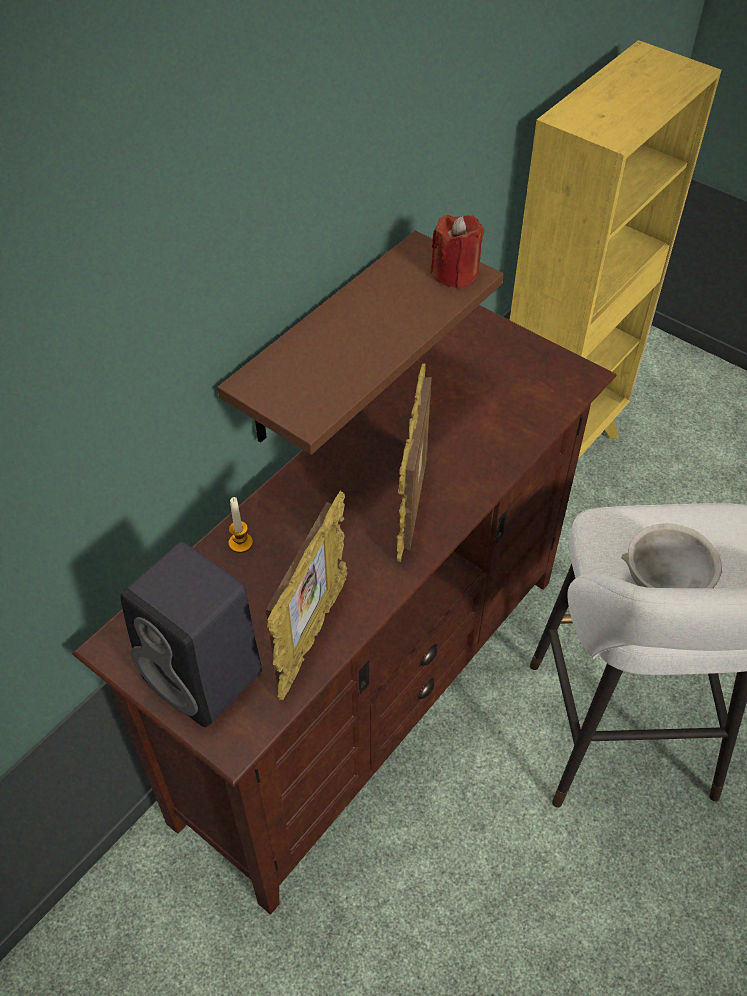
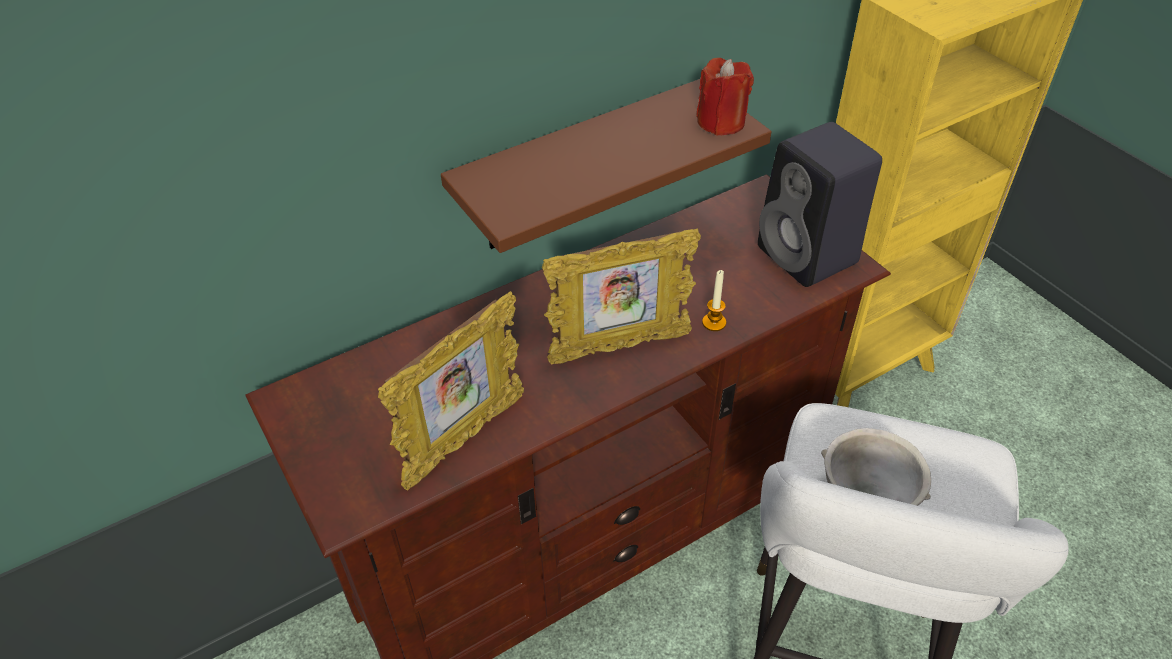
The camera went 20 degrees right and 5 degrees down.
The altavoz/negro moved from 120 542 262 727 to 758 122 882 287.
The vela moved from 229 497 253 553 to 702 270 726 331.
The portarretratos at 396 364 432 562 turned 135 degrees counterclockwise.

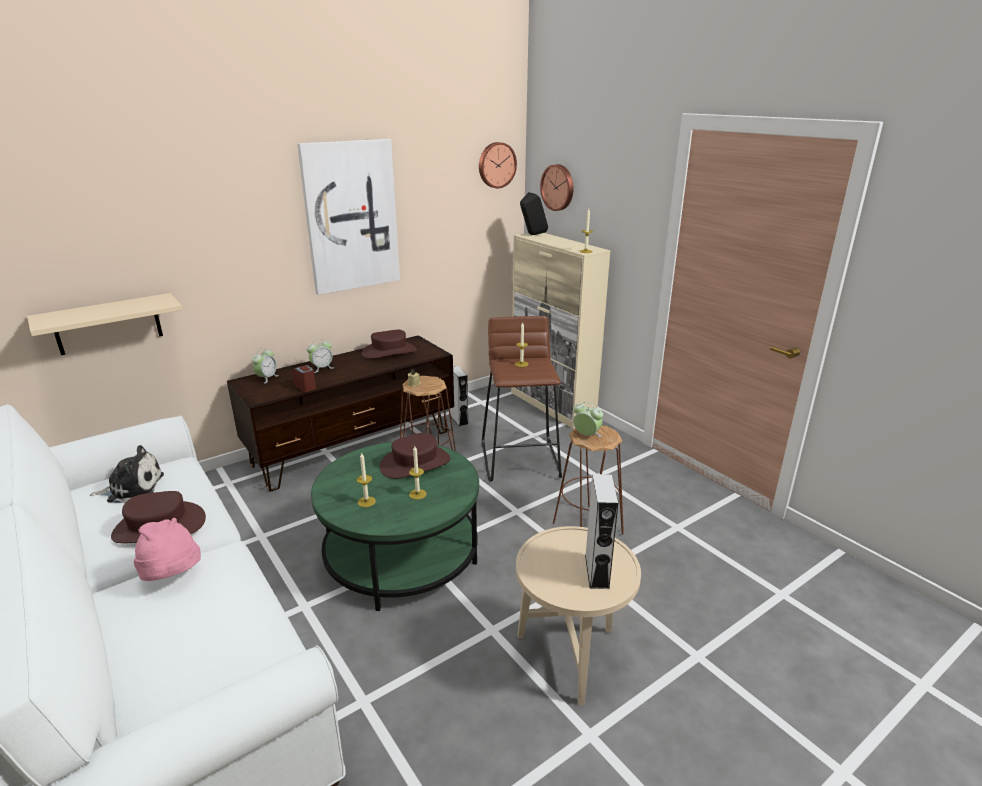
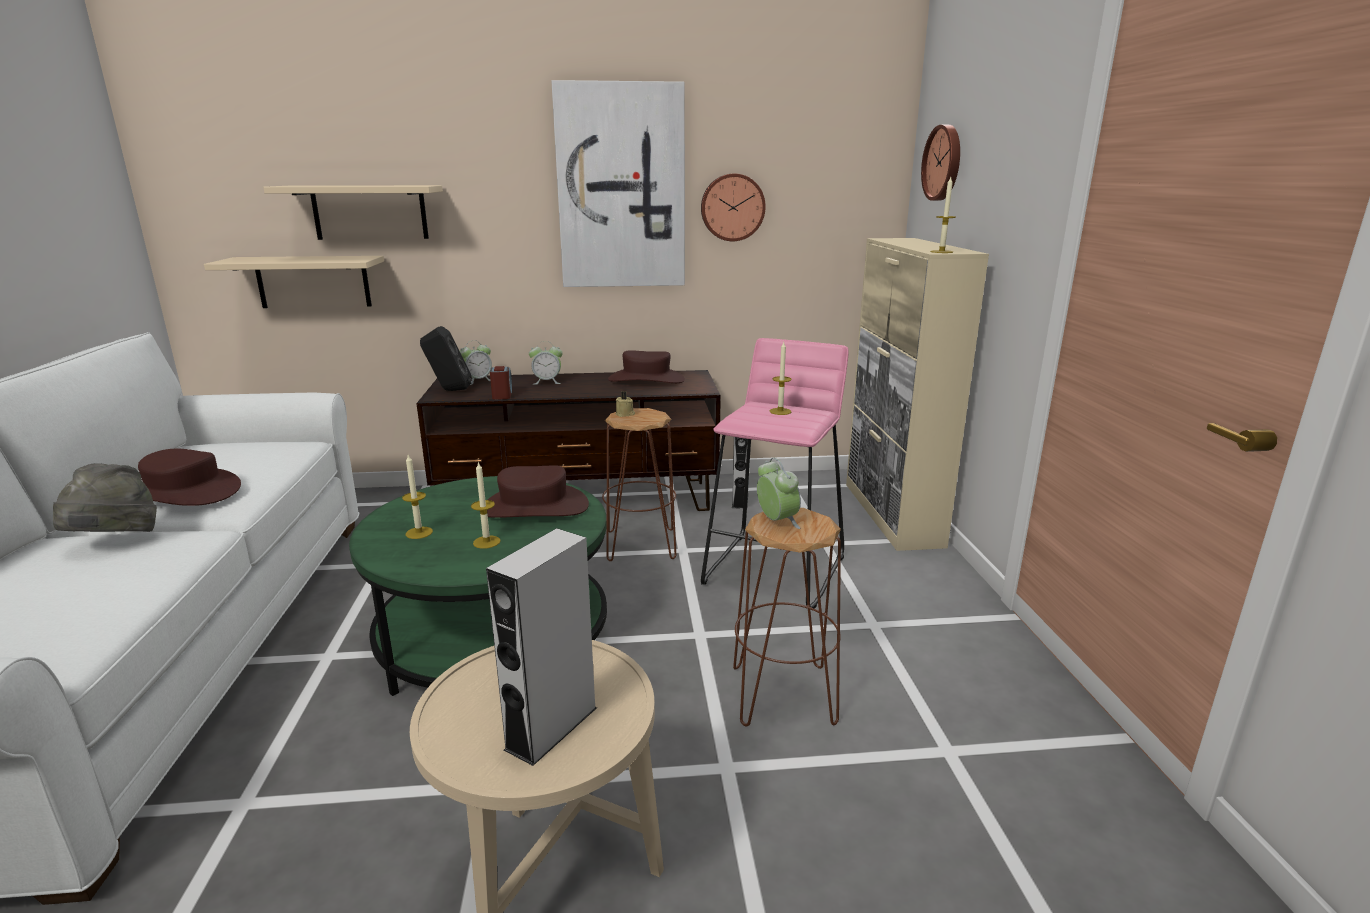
The camera went 30 degrees right and 5 degrees down.
The peluche at 90 445 164 503 disappeared.
The estante/beis at 263 185 443 240 appeared.
The reloj de pared moved from 479 142 517 188 to 701 174 766 241.
The altavoz/negro moved from 520 192 548 235 to 420 326 472 391.
The sombrero/rosa at 134 518 201 581 became the sombrero/gris at 53 463 157 532.
The taburete/marrón at 482 316 562 482 became the taburete/rosa at 701 338 849 609.

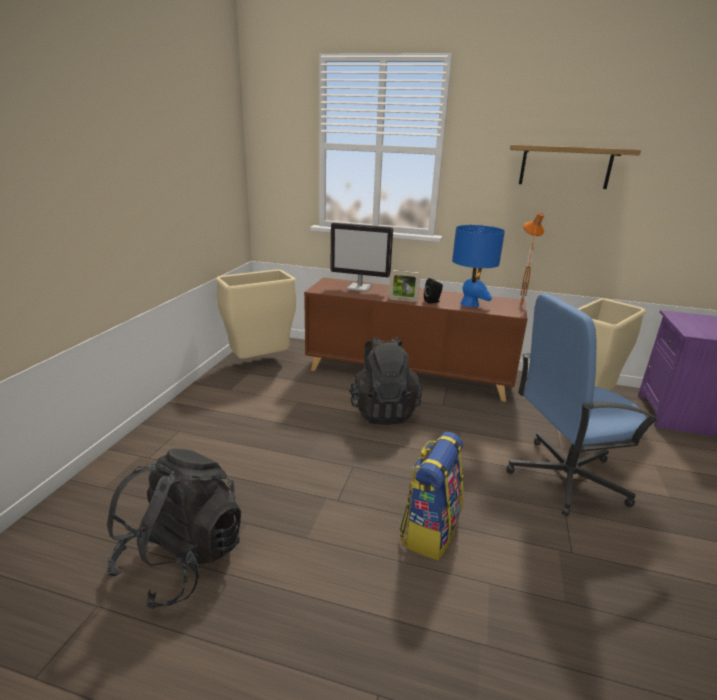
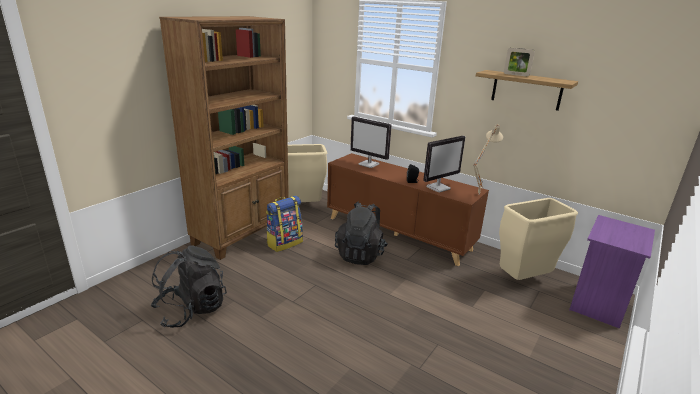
The camera went 20 degrees right and 0 degrees up.
The silla de oficina/azul at 506 294 659 517 disappeared.
The estantería/marrón at 159 16 289 260 appeared.
The portarretratos moved from 388 270 420 302 to 504 48 535 77.
The mochila moved from 400 432 464 560 to 266 196 303 252.
The lámpara de mesa/azul at 452 225 505 307 was replaced by the monitor at 423 136 465 192.
The lámpara de mesa/naranja at 521 212 544 306 became the lámpara de mesa/beis at 473 124 503 194.

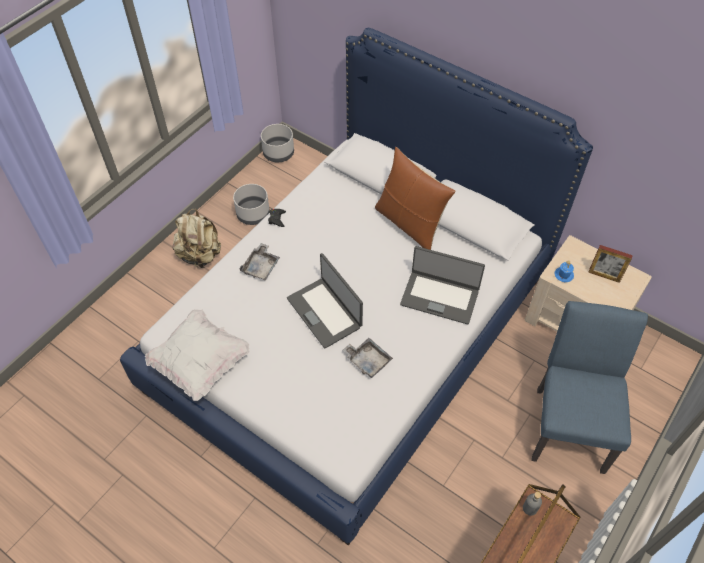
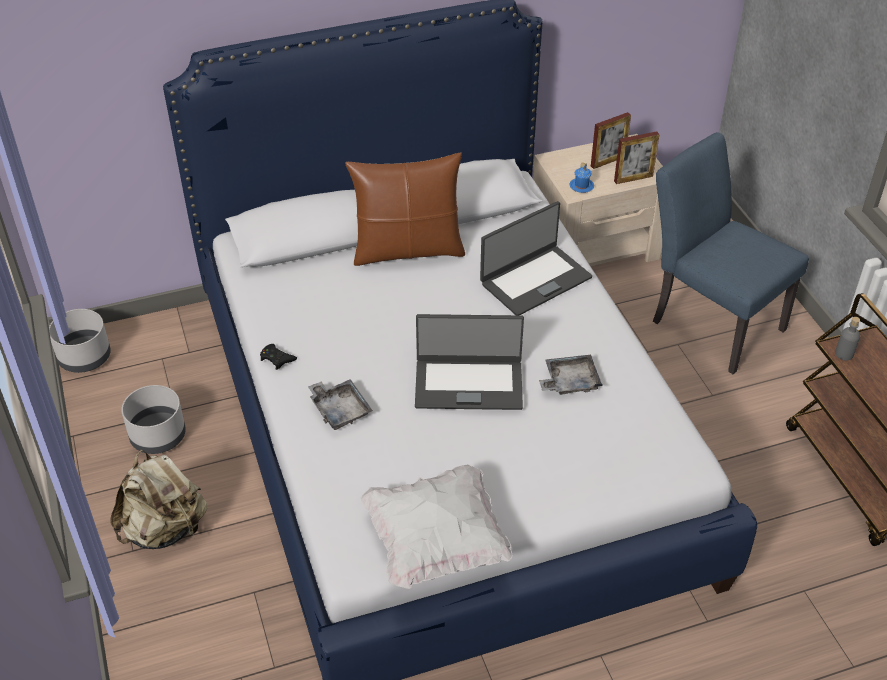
The camera went 55 degrees left and 10 degrees down.
The portarretratos at 614 131 660 184 appeared.

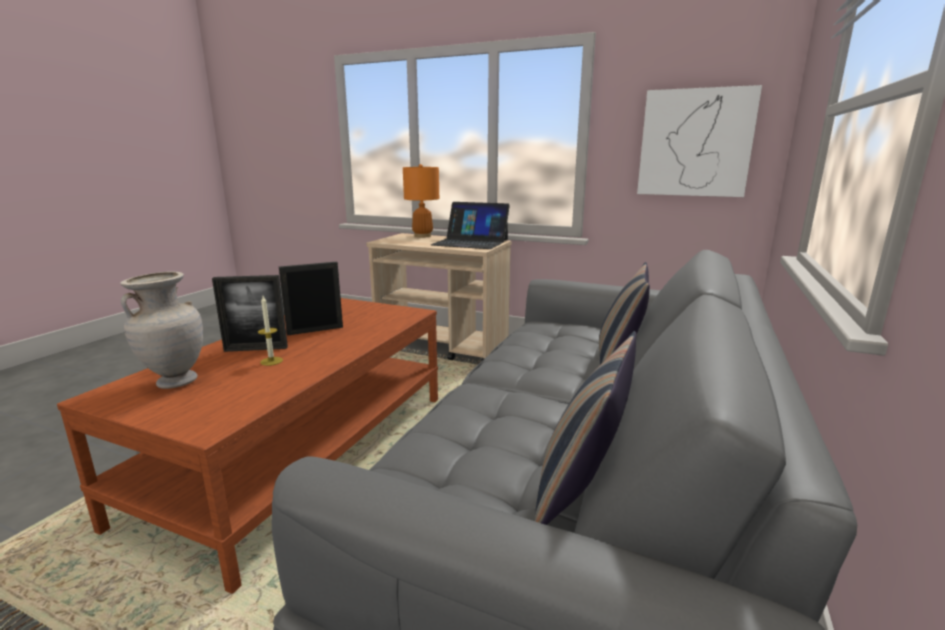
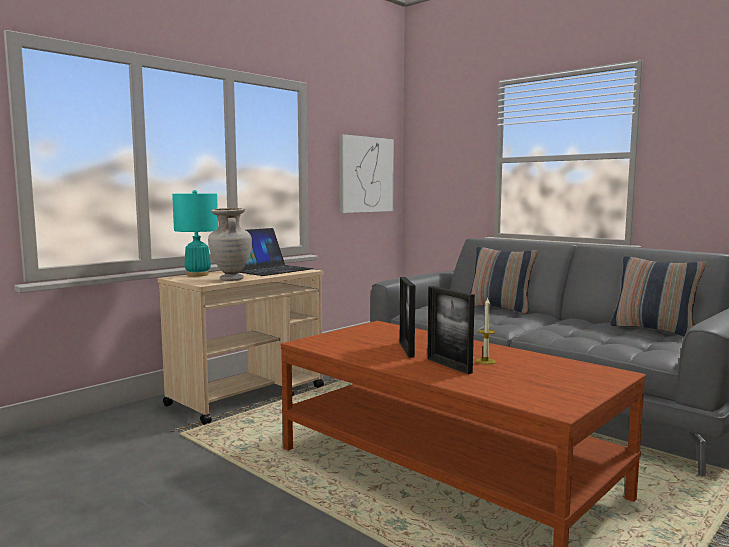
The camera went 70 degrees left and 10 degrees down.
The florero/beis moved from 120 272 203 389 to 208 208 252 281.
The lámpara de mesa/naranja at 403 164 439 237 became the lámpara de mesa/turquesa at 172 190 218 276.
The portarretratos at 212 275 288 352 turned 135 degrees clockwise.

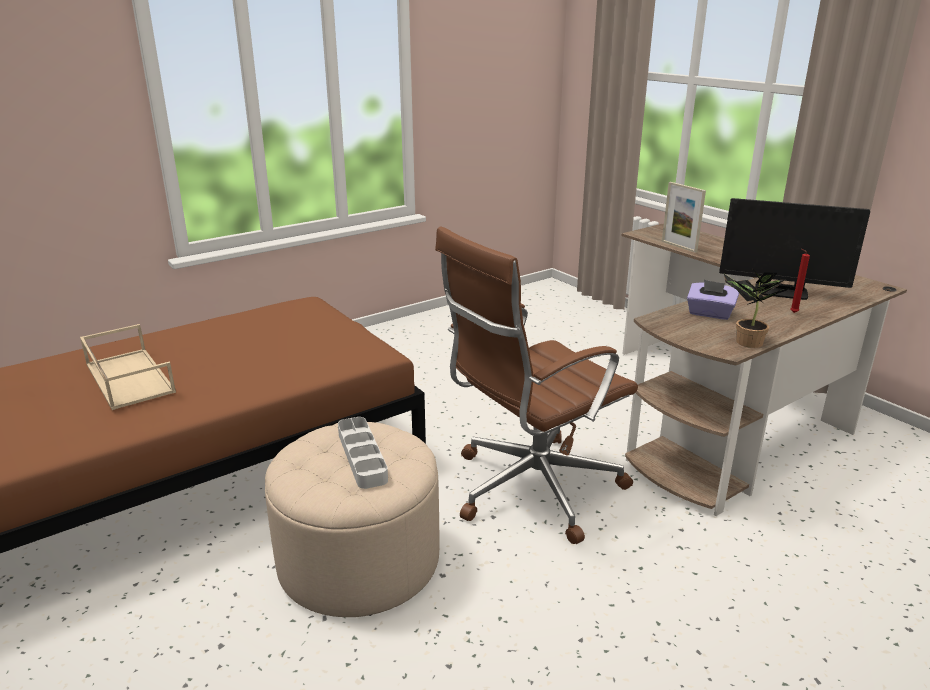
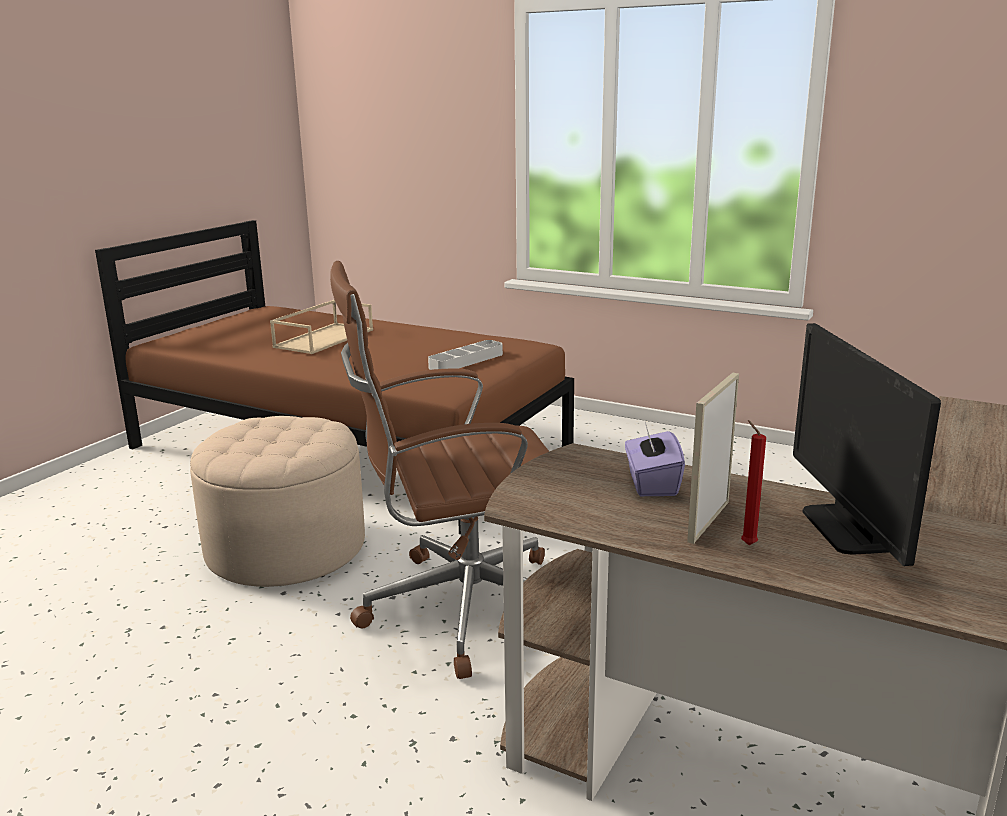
The camera went 65 degrees right and 5 degrees down.
The planta en maceta at 724 268 792 348 disappeared.
The bandeja/gris moved from 338 417 388 489 to 428 340 503 370.
The portarretratos moved from 662 182 706 253 to 687 373 739 544.
The silla de oficina/marrón at 435 226 638 544 turned 45 degrees counterclockwise.

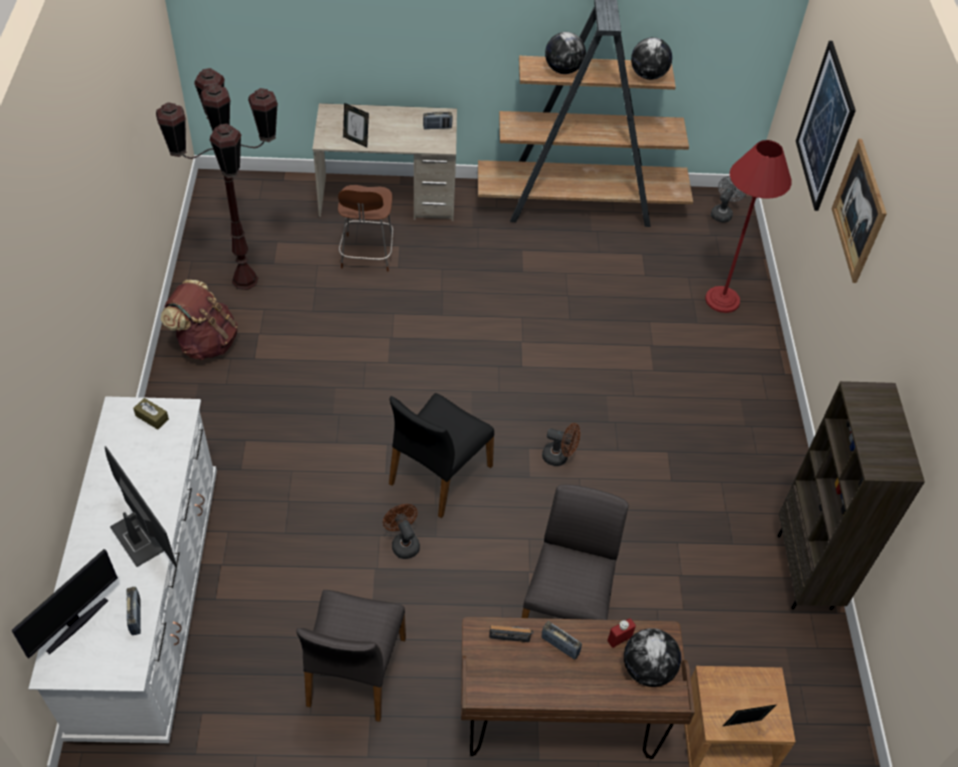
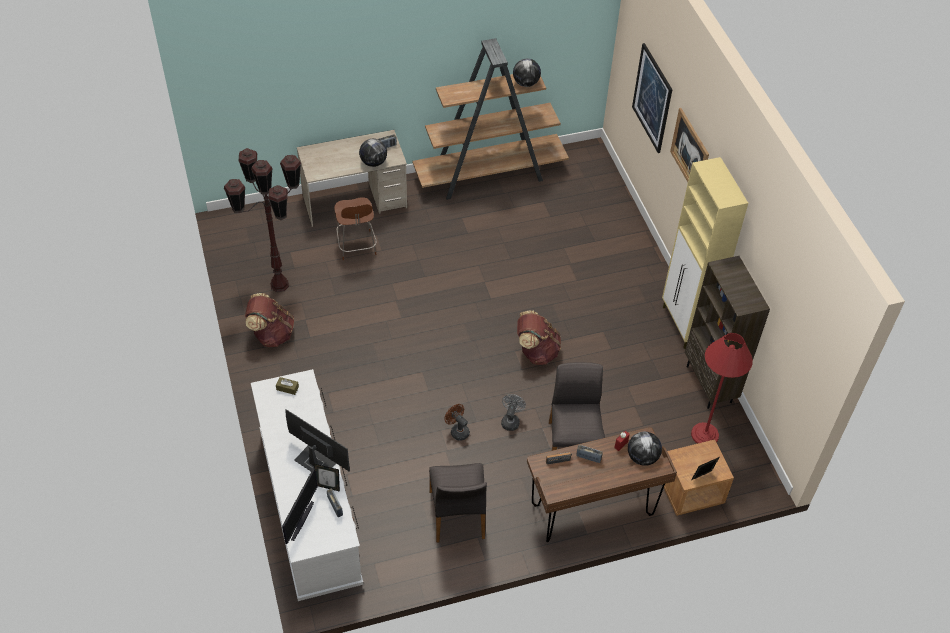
The camera went 15 degrees left and 0 degrees up.
The silla/negro at 389 393 494 518 disappeared.
The armario/beis at 662 157 748 349 appeared.
The portarretratos moved from 343 103 369 147 to 314 464 340 492.
The globo terráqueo moved from 545 32 586 74 to 359 139 387 167.
The lámpara de pie/rojo moved from 705 140 792 313 to 691 333 753 444.
The ventilador/gris moved from 711 176 745 223 to 501 394 526 431.
The ventilador/marrón at 542 423 580 466 was replaced by the mochila/marrón at 517 310 561 365.

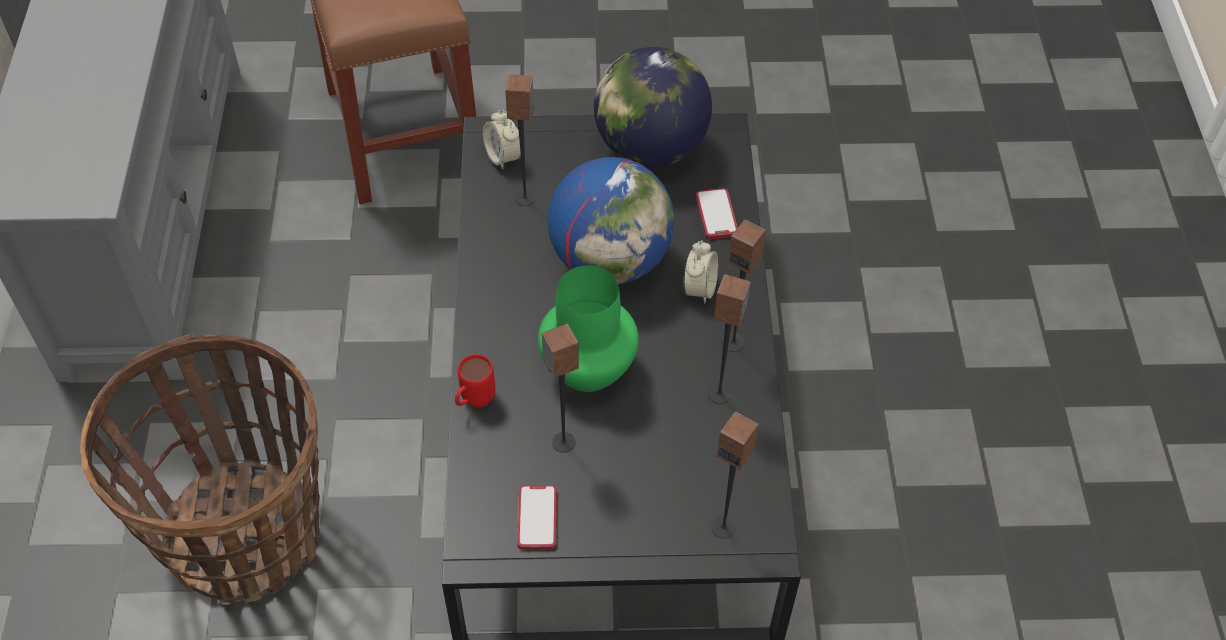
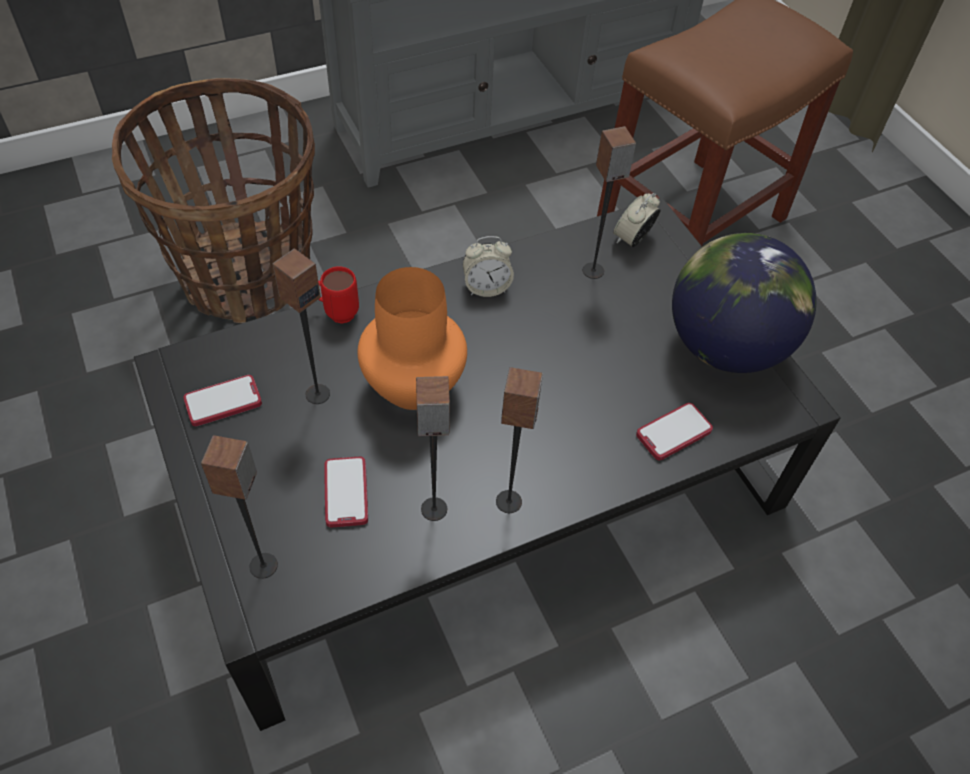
The camera went 65 degrees right and 0 degrees up.
The globo terráqueo at 547 157 675 284 disappeared.
The móvil at 324 457 368 527 appeared.
The despertador moved from 683 240 718 303 to 463 236 514 297.
The florero/verde at 538 265 639 392 became the florero/naranja at 358 267 467 410.

